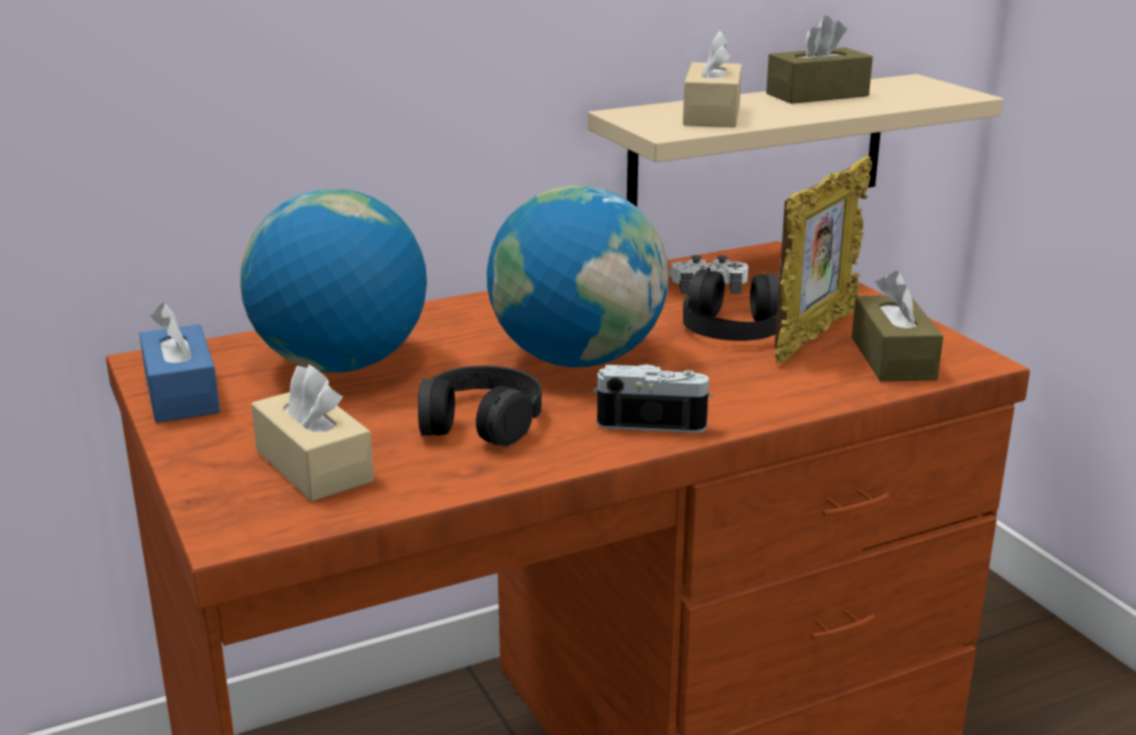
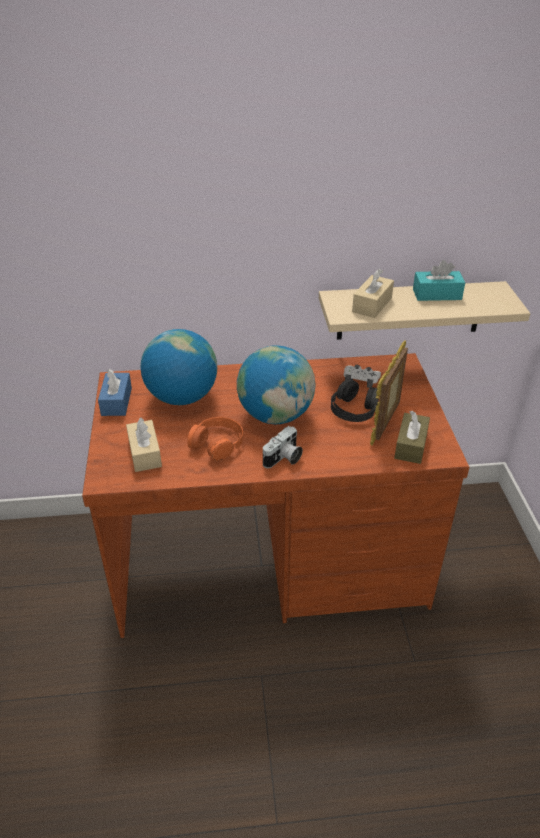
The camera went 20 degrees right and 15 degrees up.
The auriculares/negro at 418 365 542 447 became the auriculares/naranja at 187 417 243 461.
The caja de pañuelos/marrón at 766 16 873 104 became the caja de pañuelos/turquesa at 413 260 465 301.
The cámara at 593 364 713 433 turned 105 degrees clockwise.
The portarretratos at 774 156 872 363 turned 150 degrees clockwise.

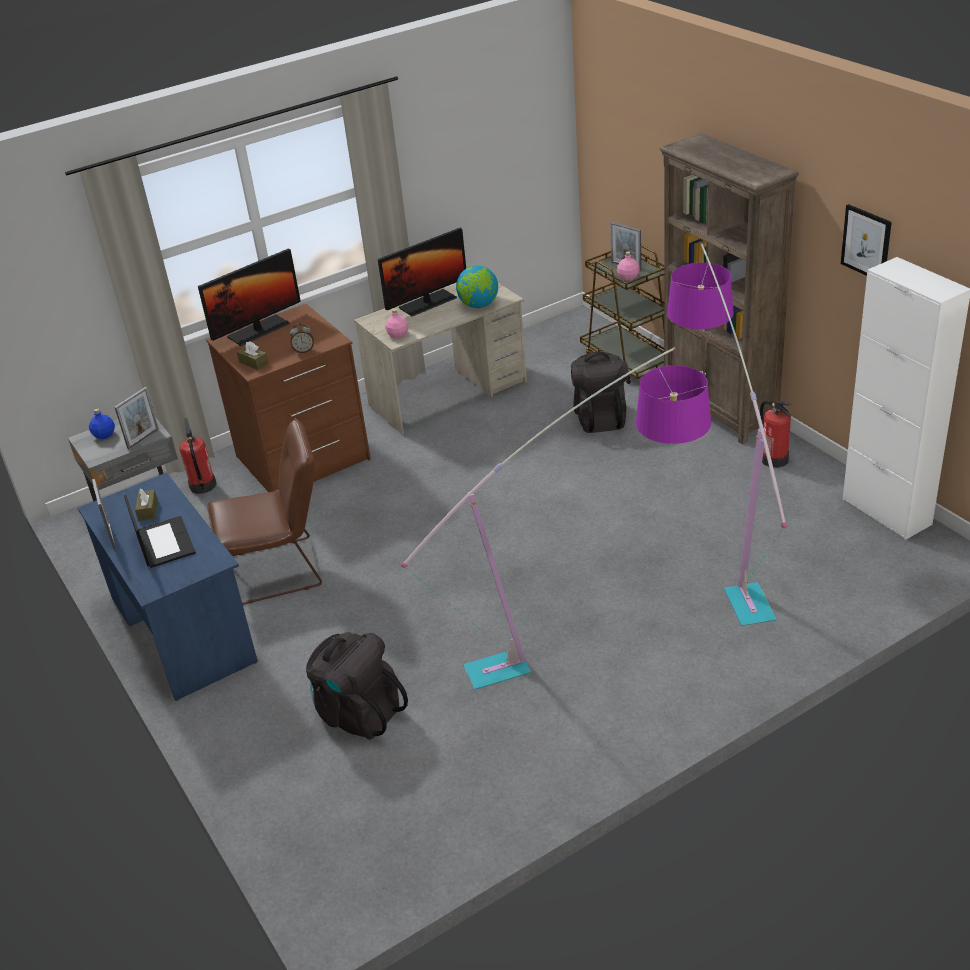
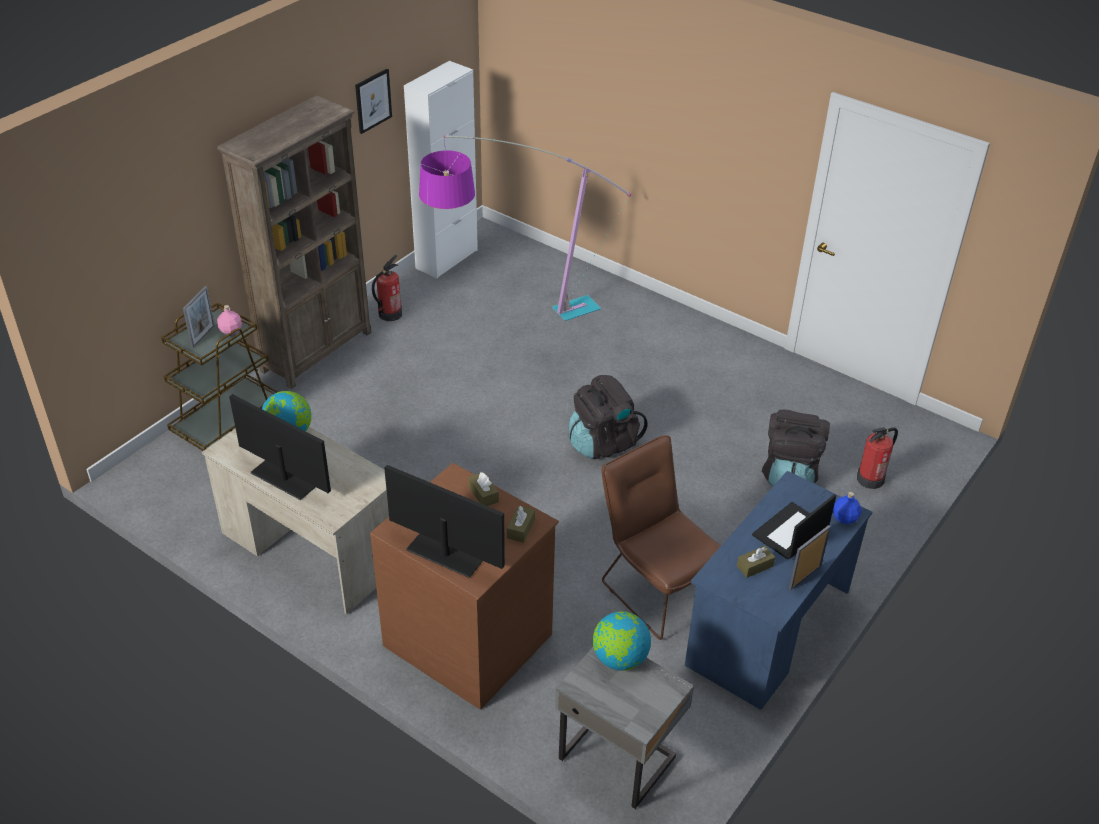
The camera went 115 degrees left and 5 degrees up.
The botella/rosa at 385 309 409 339 disappeared.
The lámpara de pie at 401 347 711 690 disappeared.
The botella/azul moved from 89 408 115 439 to 833 492 862 524.
The extintor moved from 179 418 216 494 to 857 427 898 489.
The mochila/negro moved from 571 351 629 433 to 569 375 647 459.
The portarretratos at 115 387 159 449 was replaced by the globo terráqueo at 593 611 651 671.
The despertador at 290 323 314 353 was replaced by the caja de pañuelos/marrón at 469 472 499 506.

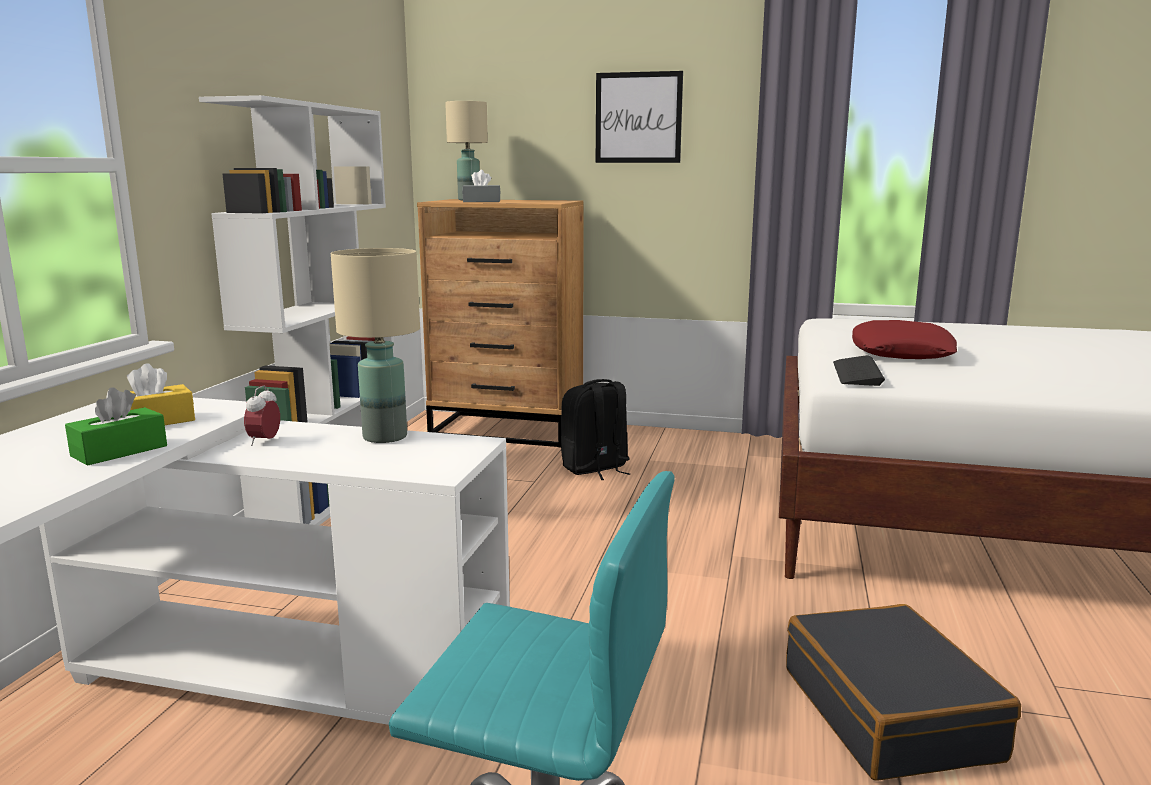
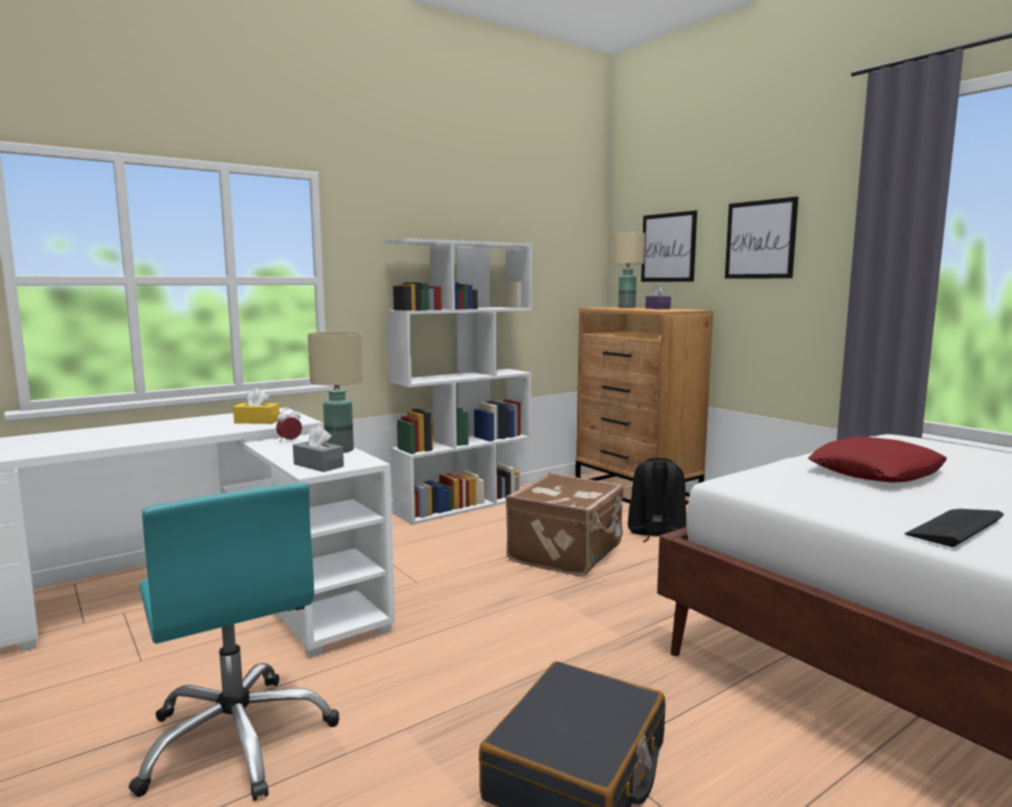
The camera went 40 degrees right and 5 degrees down.
The caja de pañuelos/verde at 65 387 167 466 disappeared.
The maleta/marrón at 506 473 624 576 appeared.
The cuadro at 641 210 697 282 appeared.
The caja de pañuelos/morado at 645 284 671 309 appeared.
The caja de pañuelos/gris moved from 462 170 501 202 to 293 425 344 472.
The teclado moved from 833 355 885 386 to 905 509 1004 547.

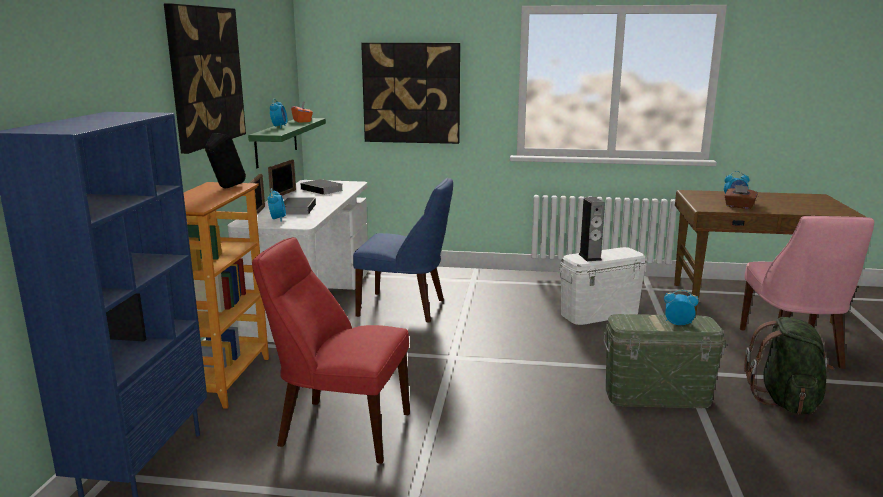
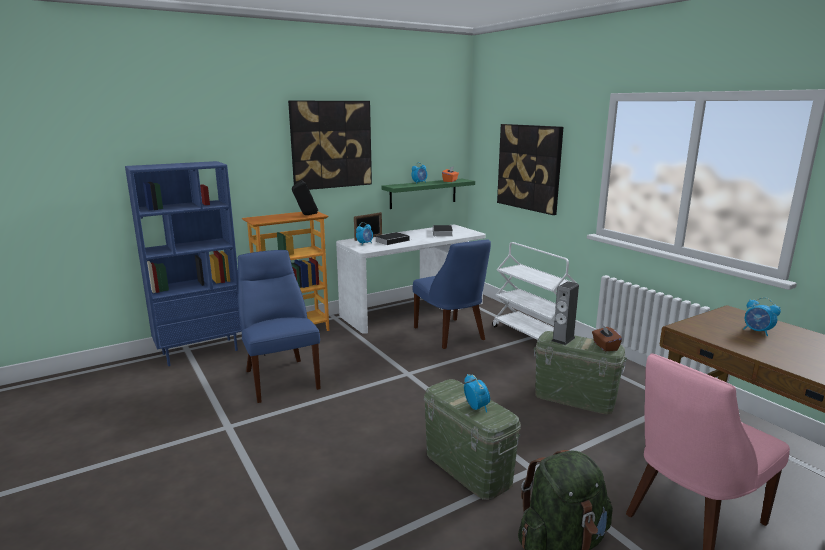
The camera went 50 degrees right and 0 degrees up.
The portarretratos at 268 160 296 196 disappeared.
The carrito/blanco at 492 242 576 340 appeared.
The caja de pañuelos/marrón moved from 725 185 758 209 to 592 324 622 351.
The silla/rojo at 252 237 410 464 became the silla/azul at 238 250 321 403.
The caja de almacenaje/blanco at 559 247 646 325 became the caja de almacenaje/verde at 533 331 627 414.

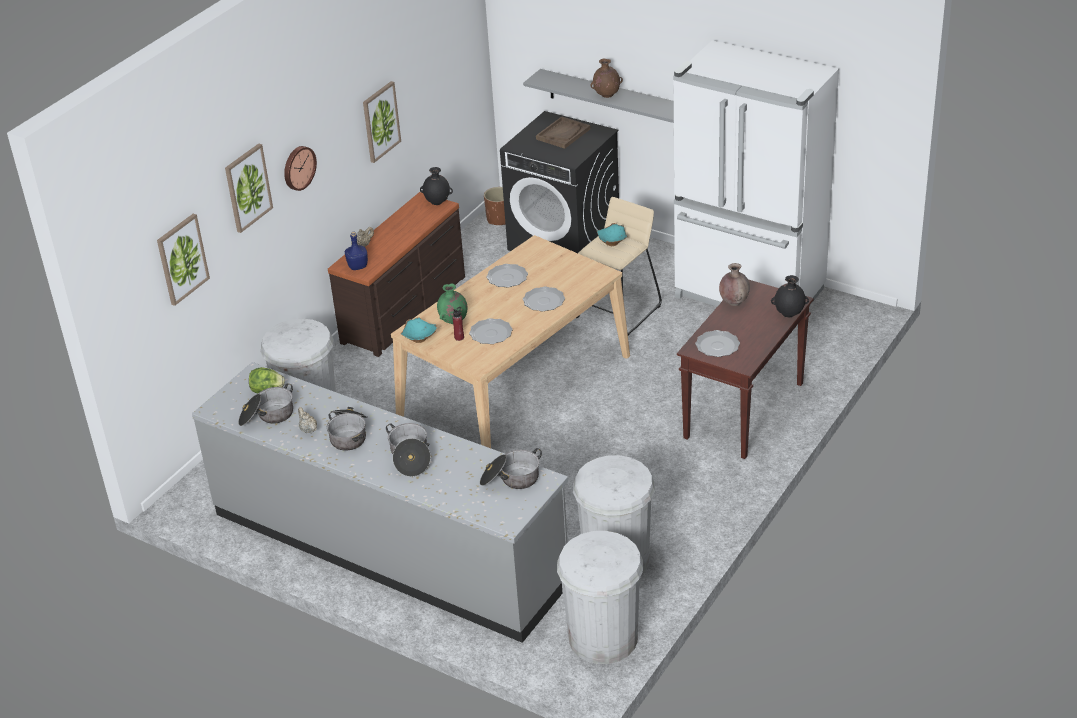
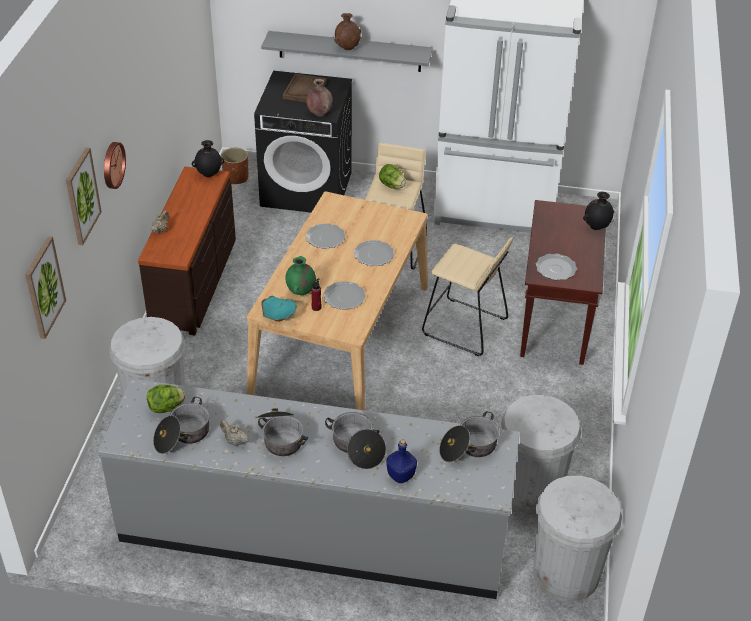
The camera went 25 degrees left and 5 degrees up.
The cuadro at 363 81 401 163 disappeared.
The taburete/beis at 422 237 513 356 appeared.
The botella/azul moved from 345 232 368 270 to 386 440 417 483.
The florero/marrón moved from 719 263 750 306 to 306 79 333 117.
The cuenco/turquesa at 596 223 627 246 was replaced by the lechuga at 379 164 406 189.

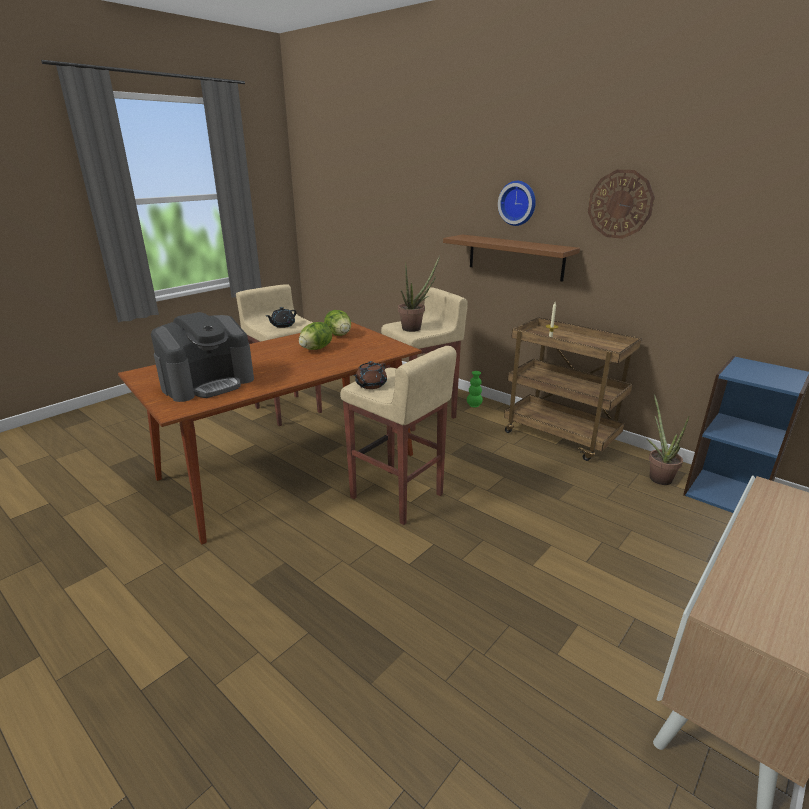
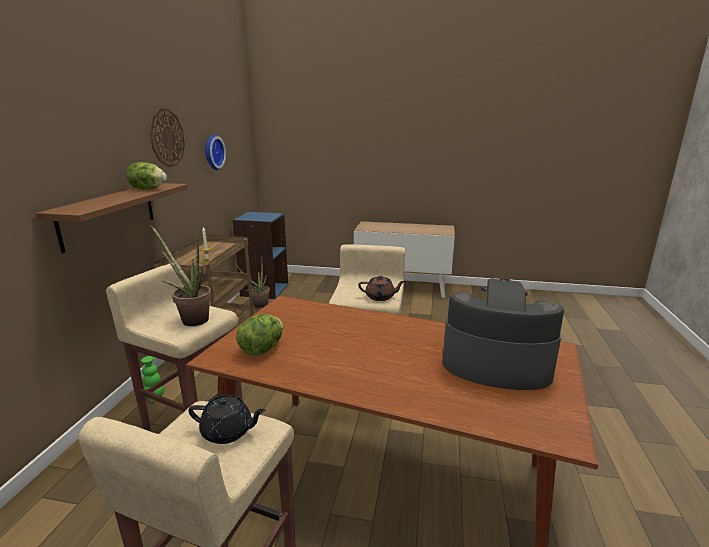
The camera went 120 degrees left and 5 degrees down.
The lechuga moved from 299 322 332 350 to 127 162 167 190.
The reloj de pared moved from 498 181 536 226 to 205 134 226 170.

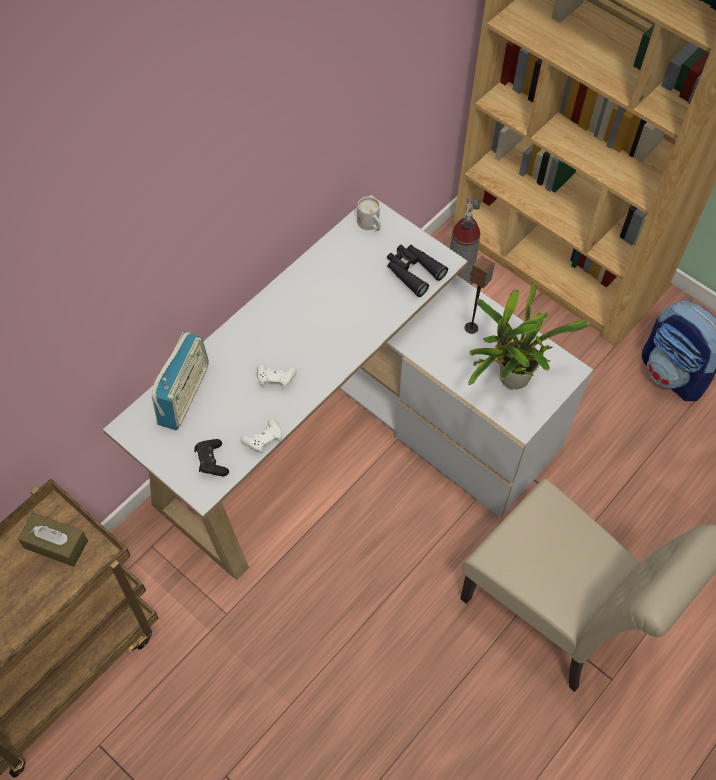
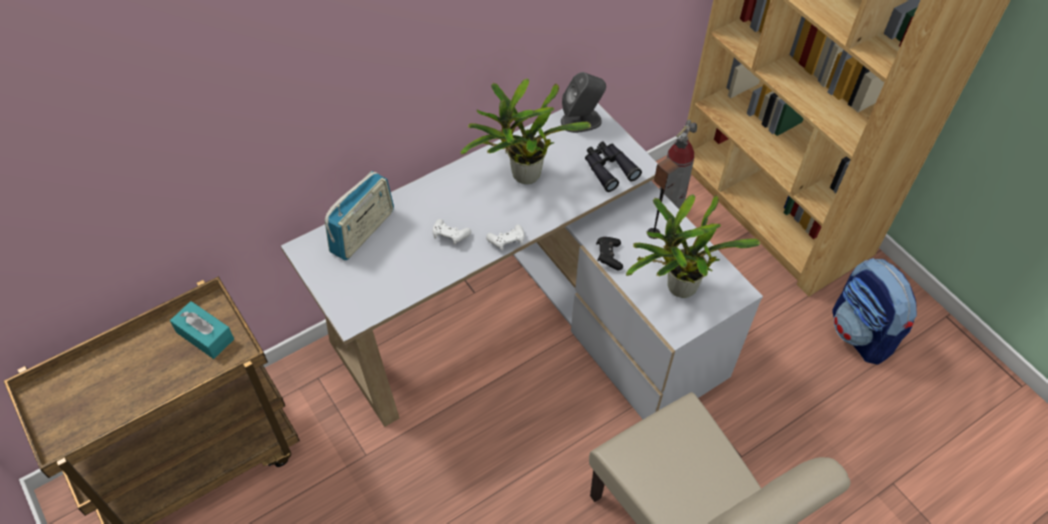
The camera went 15 degrees right and 5 degrees down.
The planta en maceta at 460 78 591 184 appeared.
The mando de consola/negro moved from 194 439 229 476 to 596 237 623 270.
The mando de consola/blanco moved from 241 419 282 453 to 486 225 525 250.
The taza grande/blanco at 357 196 381 231 was replaced by the altavoz/gris at 561 72 606 133.
The caja de pañuelos/marrón at 18 513 88 567 became the caja de pañuelos/turquesa at 170 301 234 359.

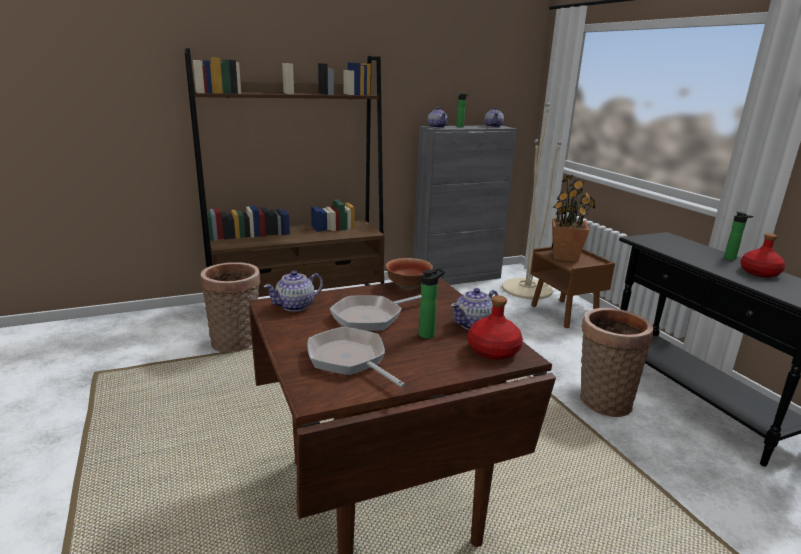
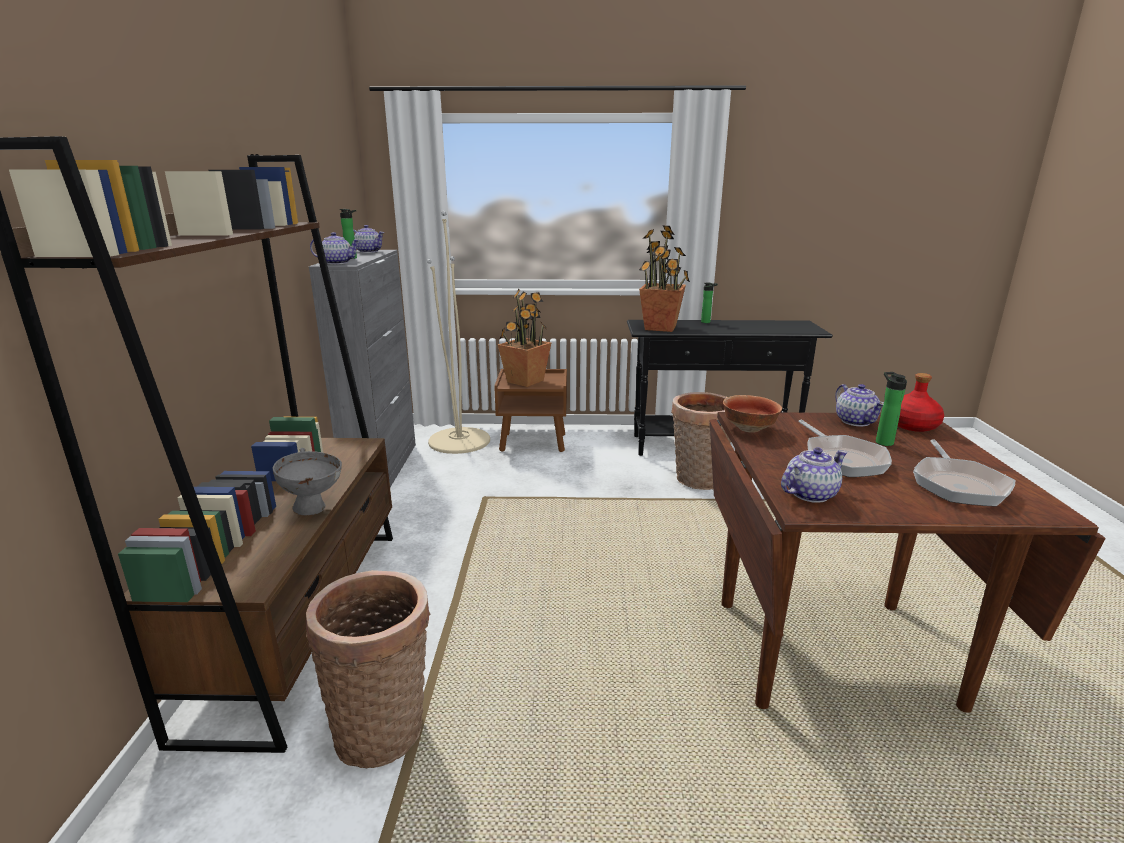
The camera went 65 degrees left and 0 degrees up.
The botella/rojo at 740 233 785 277 disappeared.
The cuenco/gris at 273 448 342 515 appeared.
The planta en maceta at 639 225 690 332 appeared.
The tetera at 264 271 323 312 turned 105 degrees counterclockwise.
The sartén at 308 327 405 387 turned 60 degrees counterclockwise.

